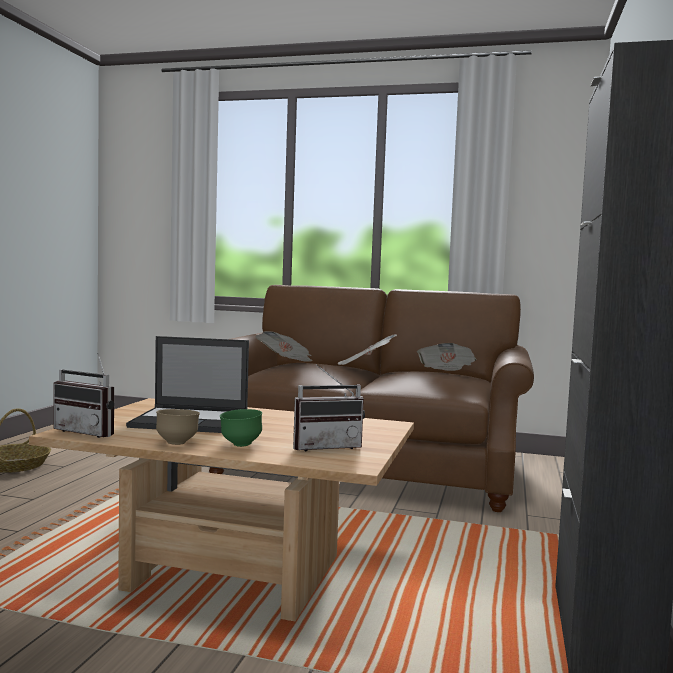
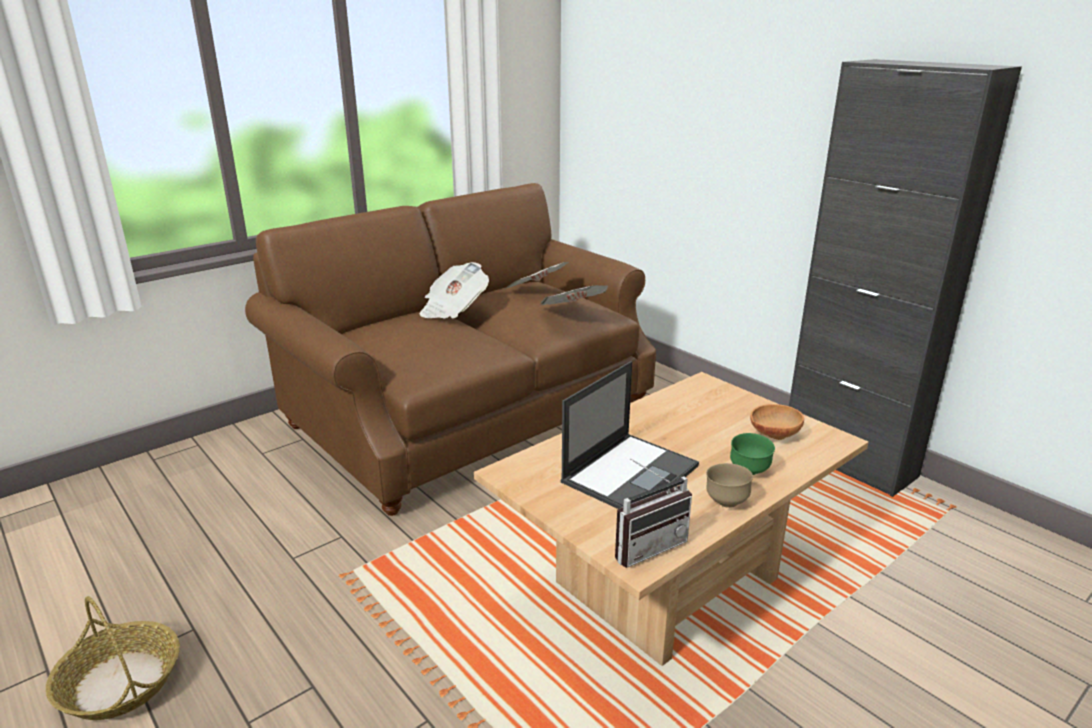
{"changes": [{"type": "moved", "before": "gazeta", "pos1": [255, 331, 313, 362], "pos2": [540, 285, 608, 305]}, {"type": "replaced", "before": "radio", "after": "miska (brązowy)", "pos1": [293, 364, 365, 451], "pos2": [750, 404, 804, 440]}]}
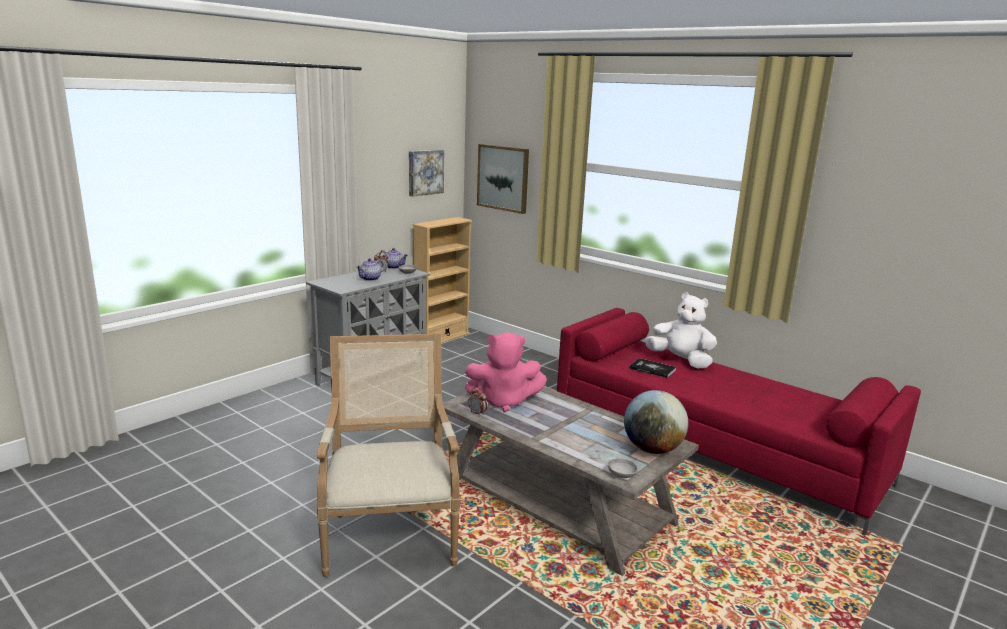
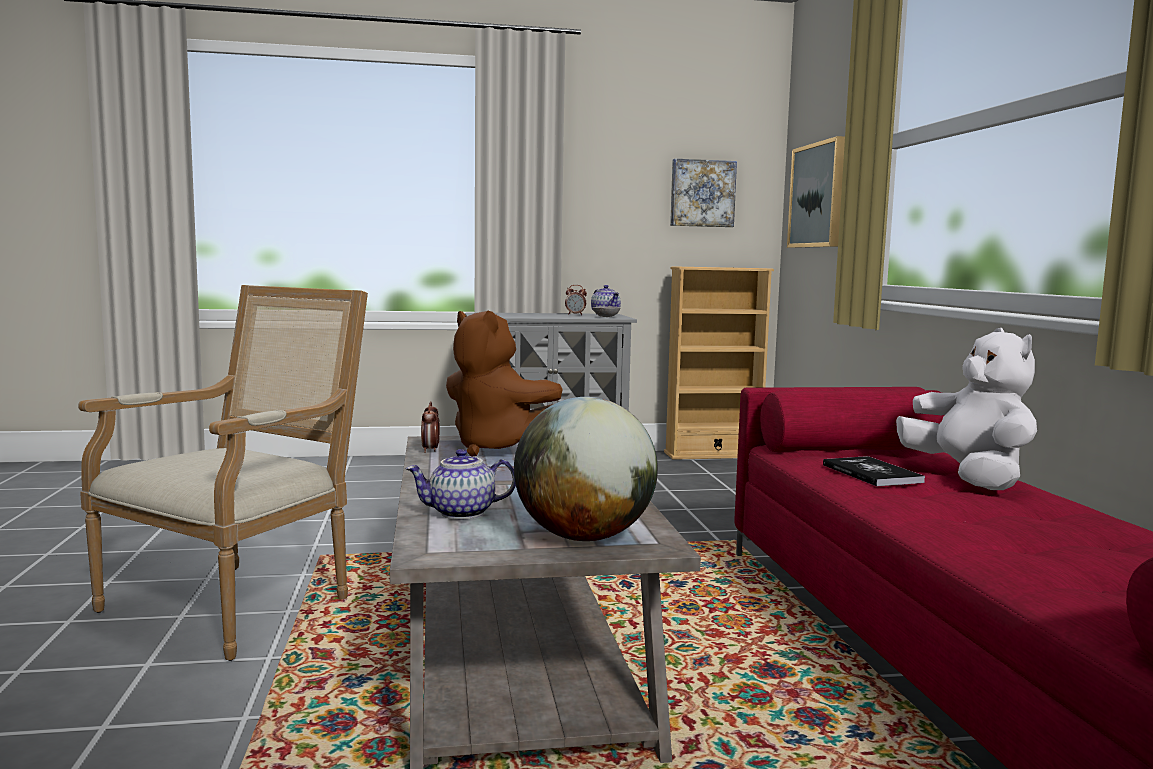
{"changes": [{"type": "moved", "before": "imbryk", "pos1": [356, 258, 384, 281], "pos2": [405, 449, 516, 520]}, {"type": "recoloured", "before": "pluszak (różowy)", "after": "pluszak (brązowy)", "pos1": [465, 332, 547, 412], "pos2": [446, 310, 563, 456]}, {"type": "removed", "before": "miska (szary)", "pos1": [608, 458, 638, 478]}]}
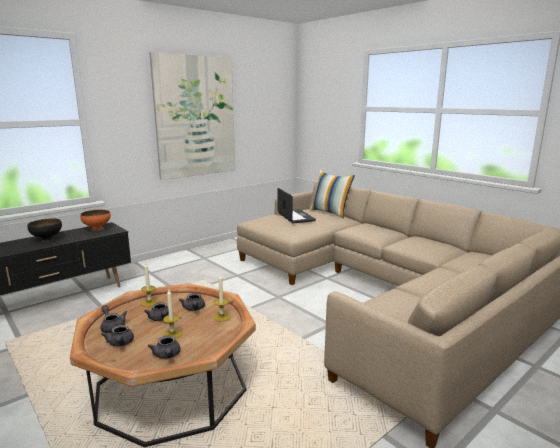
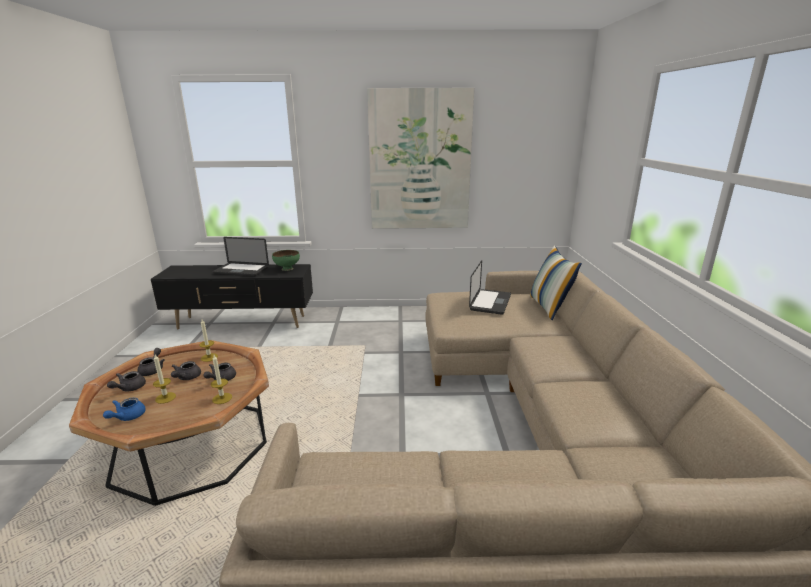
{"changes": [{"type": "recoloured", "before": "miska (pomarańczowy)", "after": "miska (zielony)", "pos1": [80, 210, 111, 231], "pos2": [272, 250, 300, 271]}, {"type": "replaced", "before": "miska (czarny)", "after": "laptop", "pos1": [27, 218, 62, 242], "pos2": [213, 237, 269, 276]}, {"type": "recoloured", "before": "imbryk (szary)", "after": "imbryk (niebieski)", "pos1": [148, 336, 180, 359], "pos2": [103, 398, 146, 421]}]}
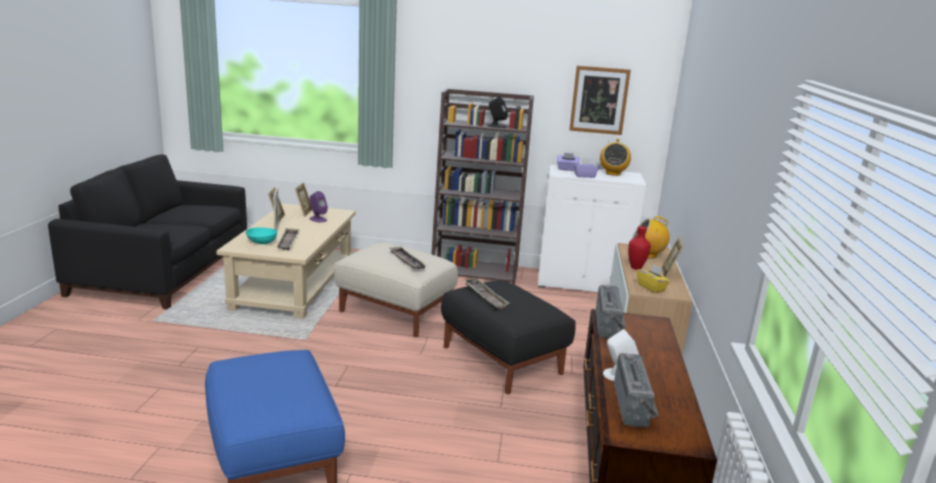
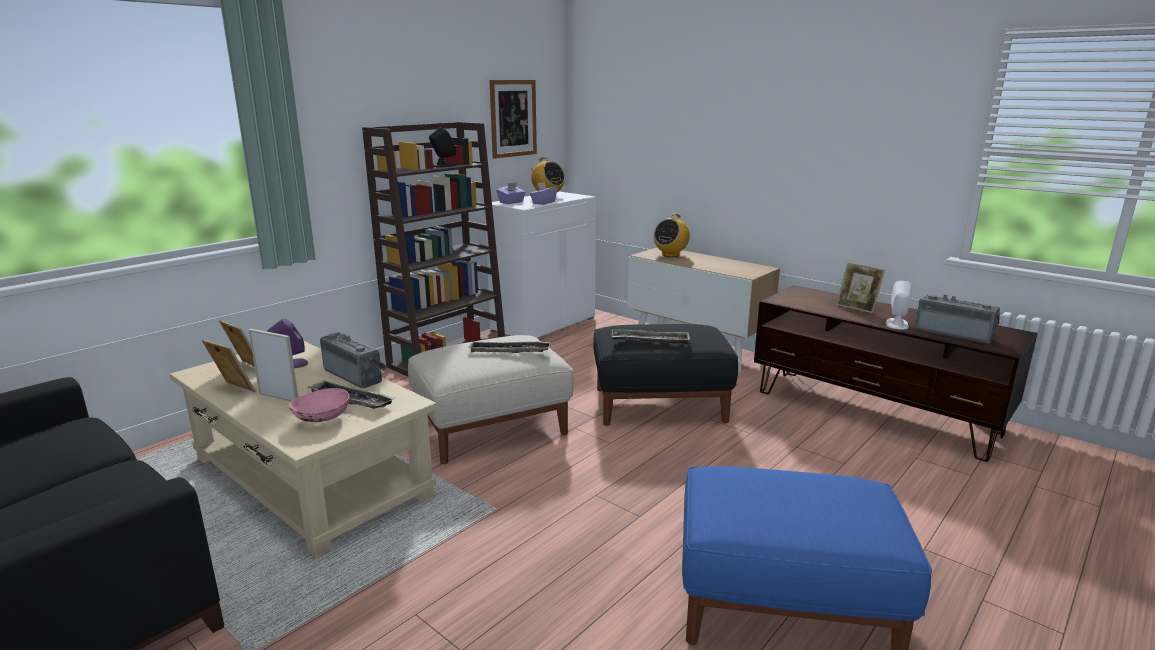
{"changes": [{"type": "removed", "before": "wazon (czerwony)", "pos1": [628, 226, 651, 270]}, {"type": "recoloured", "before": "miska (turkusowy)", "after": "miska (różowy)", "pos1": [245, 228, 277, 244], "pos2": [289, 388, 349, 422]}, {"type": "moved", "before": "ramka na zdjęcie", "pos1": [661, 236, 684, 278], "pos2": [836, 262, 885, 313]}, {"type": "removed", "before": "pudełko chusteczek (żółty)", "pos1": [637, 264, 670, 293]}, {"type": "moved", "before": "radio", "pos1": [596, 285, 626, 338], "pos2": [320, 333, 387, 388]}]}
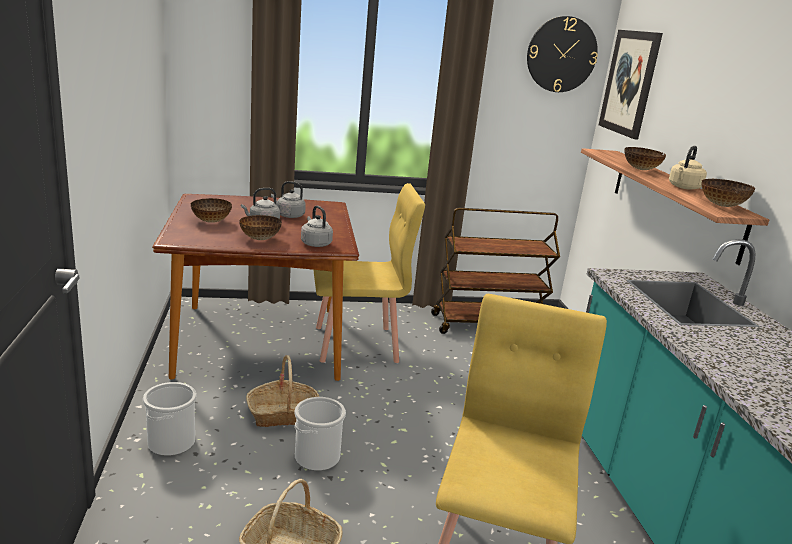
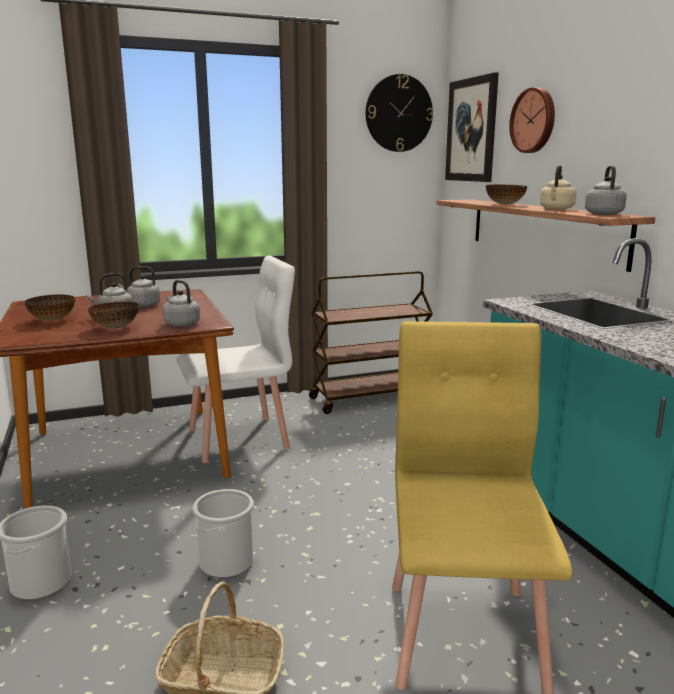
{"changes": [{"type": "replaced", "before": "miska", "after": "czajnik (szary)", "pos1": [701, 179, 755, 207], "pos2": [585, 165, 627, 215]}, {"type": "recoloured", "before": "krzesło (żółty)", "after": "krzesło (biały)", "pos1": [314, 183, 425, 363], "pos2": [176, 256, 295, 463]}, {"type": "removed", "before": "koszyk", "pos1": [246, 355, 319, 427]}, {"type": "added", "after": "zegar ścienny", "pos2": [509, 87, 555, 153]}]}
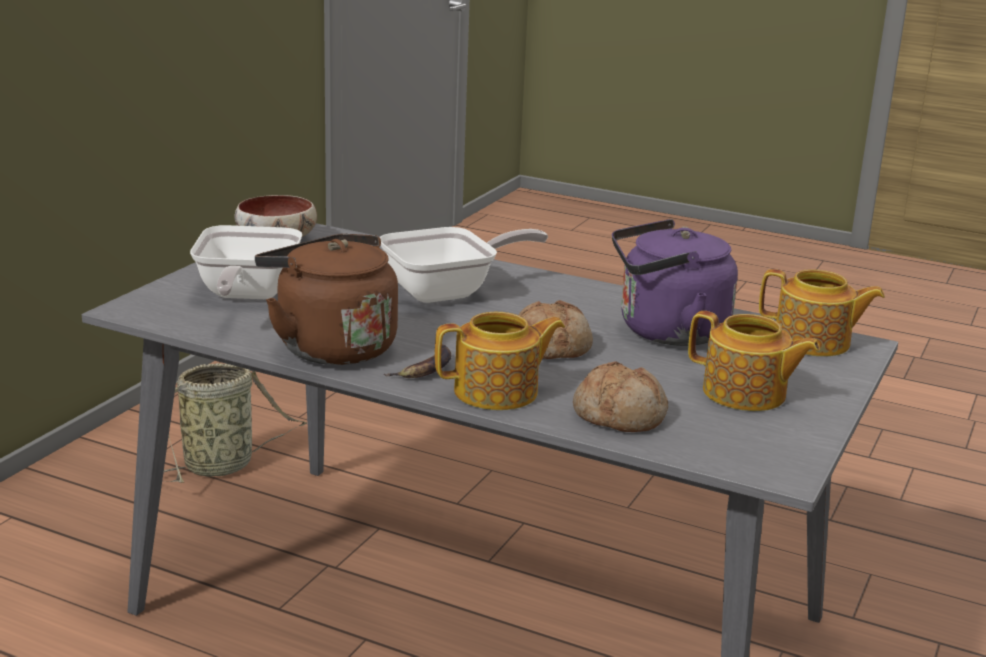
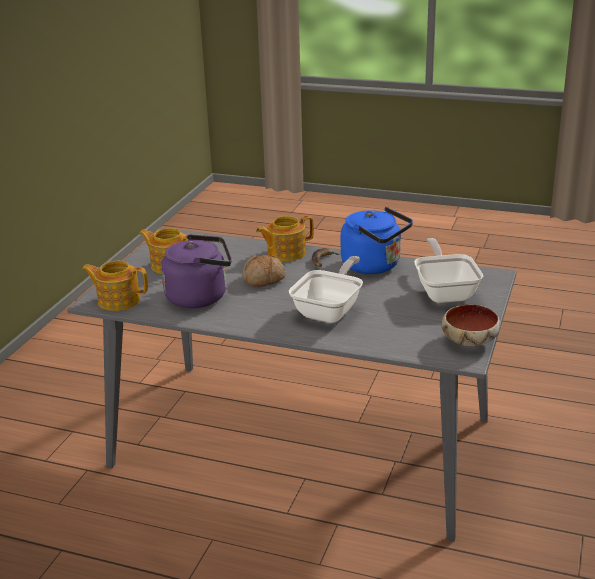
{"changes": [{"type": "turned", "before": "patelnia", "pos1": [380, 227, 548, 303], "pos2": [289, 256, 363, 323], "turn": 150}, {"type": "recoloured", "before": "czajnik (brązowy)", "after": "czajnik (niebieski)", "pos1": [255, 234, 398, 365], "pos2": [341, 207, 413, 274]}, {"type": "removed", "before": "chleb", "pos1": [573, 362, 668, 432]}, {"type": "removed", "before": "koszyk", "pos1": [162, 363, 307, 483]}]}
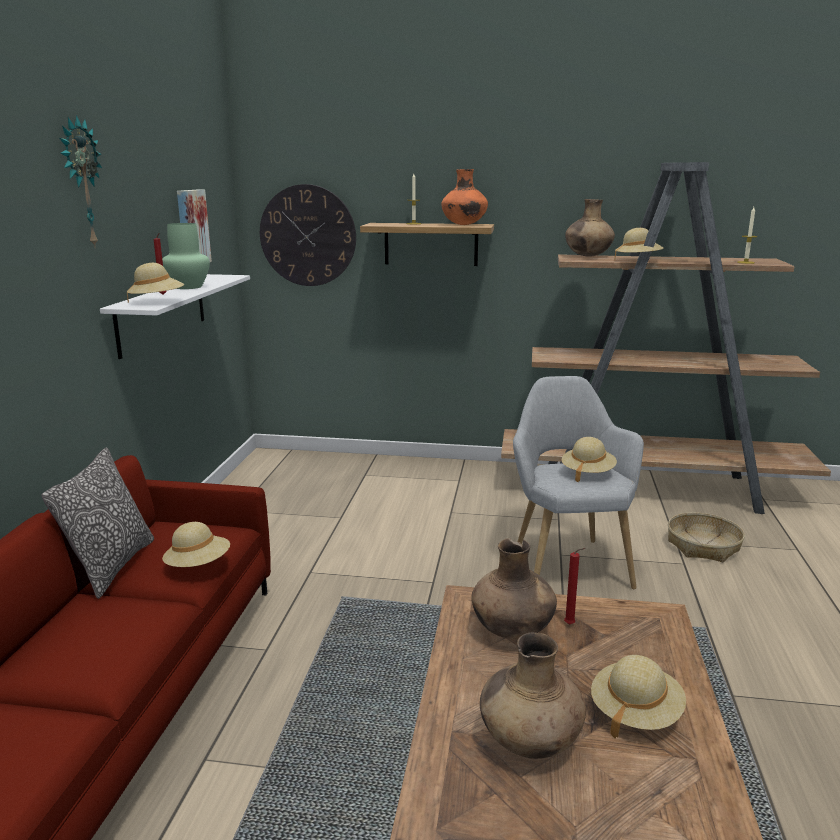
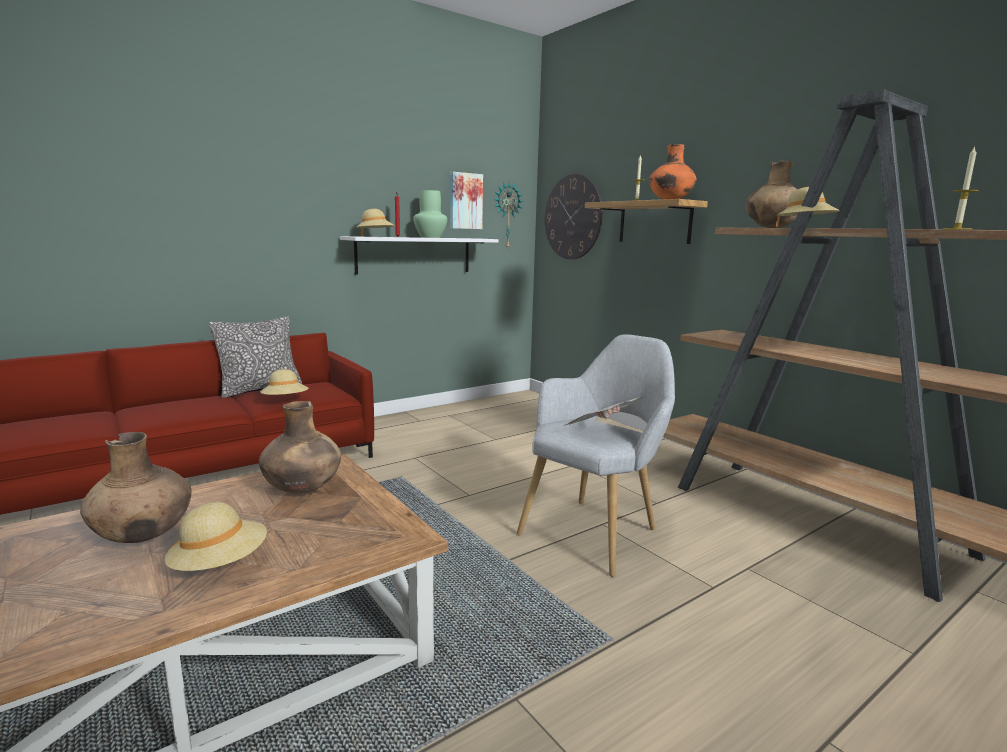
{"changes": [{"type": "moved", "before": "zegar ścienny", "pos1": [60, 115, 102, 247], "pos2": [494, 181, 524, 250]}, {"type": "replaced", "before": "kapelusz (beżowy)", "after": "gazeta", "pos1": [562, 437, 617, 482], "pos2": [566, 397, 644, 425]}, {"type": "removed", "before": "koszyk", "pos1": [668, 512, 745, 562]}, {"type": "removed", "before": "świeca (czerwony)", "pos1": [564, 548, 585, 625]}]}
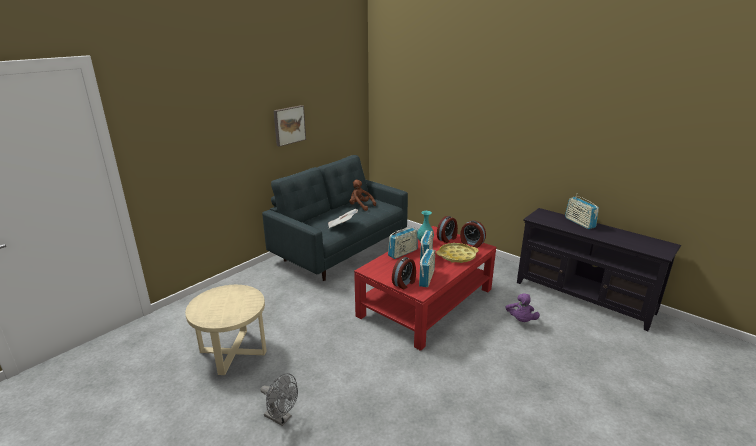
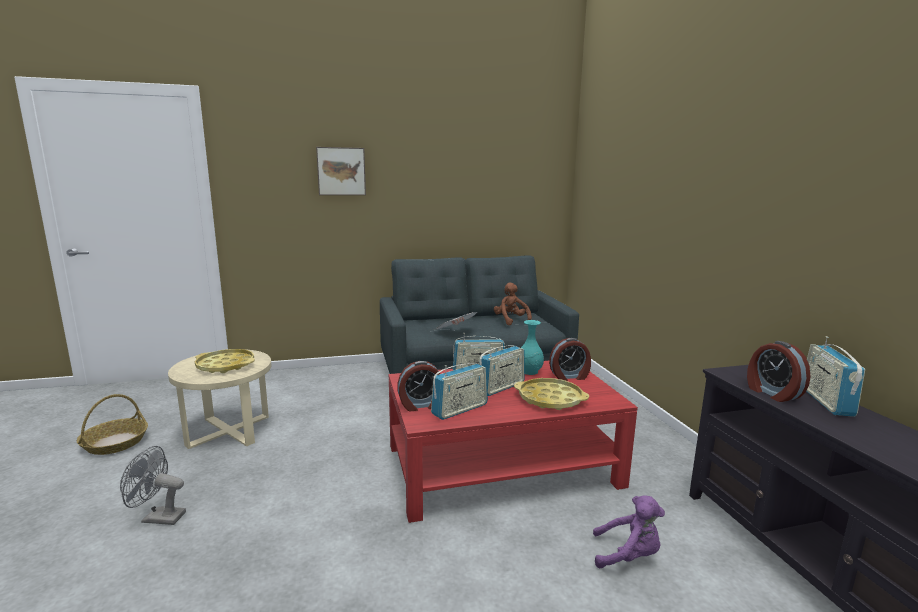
{"changes": [{"type": "moved", "before": "obraz", "pos1": [273, 105, 306, 147], "pos2": [316, 147, 366, 195]}, {"type": "moved", "before": "budzik", "pos1": [460, 220, 486, 248], "pos2": [747, 341, 811, 402]}, {"type": "turned", "before": "pluszak (fioletowy)", "pos1": [505, 293, 540, 322], "pos2": [593, 495, 665, 568], "turn": -120}, {"type": "turned", "before": "wentylator (szary)", "pos1": [260, 373, 298, 426], "pos2": [120, 446, 186, 525], "turn": 120}, {"type": "added", "after": "taca (żółty)", "pos2": [195, 349, 255, 373]}, {"type": "added", "after": "koszyk", "pos2": [77, 394, 148, 455]}]}
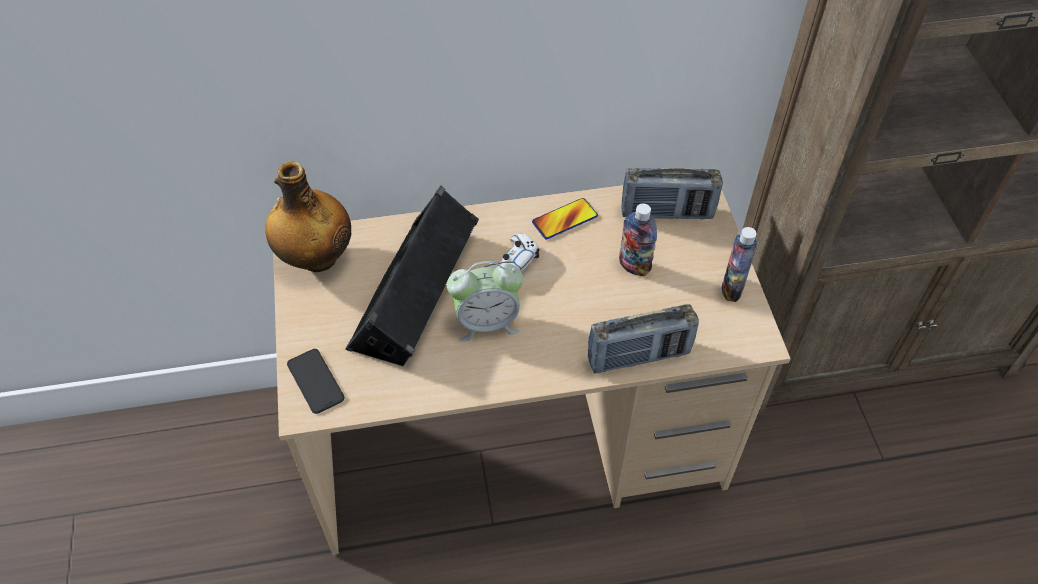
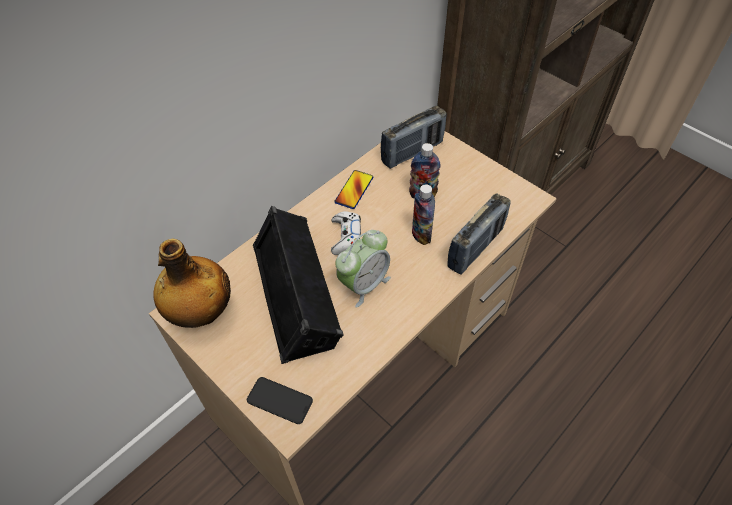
{"changes": [{"type": "moved", "before": "butelka", "pos1": [722, 227, 757, 302], "pos2": [412, 184, 435, 245]}]}
